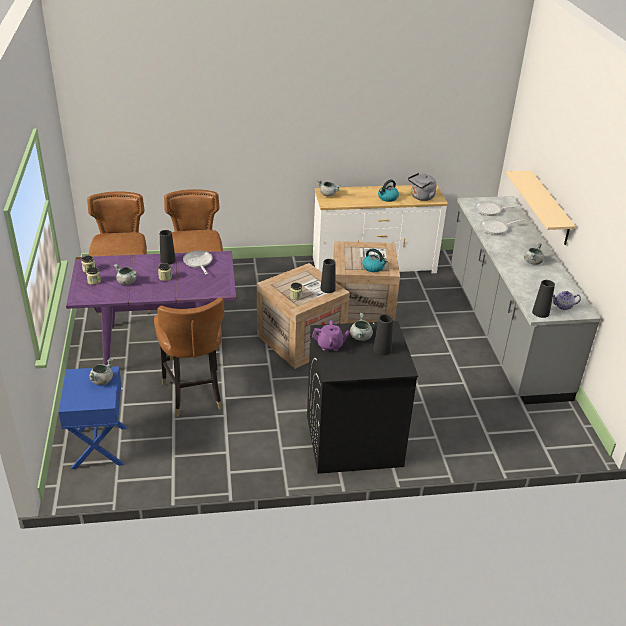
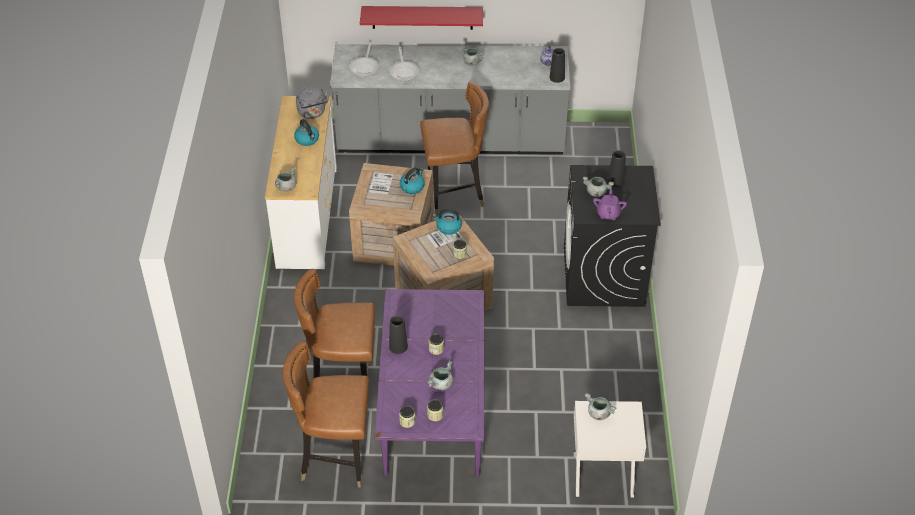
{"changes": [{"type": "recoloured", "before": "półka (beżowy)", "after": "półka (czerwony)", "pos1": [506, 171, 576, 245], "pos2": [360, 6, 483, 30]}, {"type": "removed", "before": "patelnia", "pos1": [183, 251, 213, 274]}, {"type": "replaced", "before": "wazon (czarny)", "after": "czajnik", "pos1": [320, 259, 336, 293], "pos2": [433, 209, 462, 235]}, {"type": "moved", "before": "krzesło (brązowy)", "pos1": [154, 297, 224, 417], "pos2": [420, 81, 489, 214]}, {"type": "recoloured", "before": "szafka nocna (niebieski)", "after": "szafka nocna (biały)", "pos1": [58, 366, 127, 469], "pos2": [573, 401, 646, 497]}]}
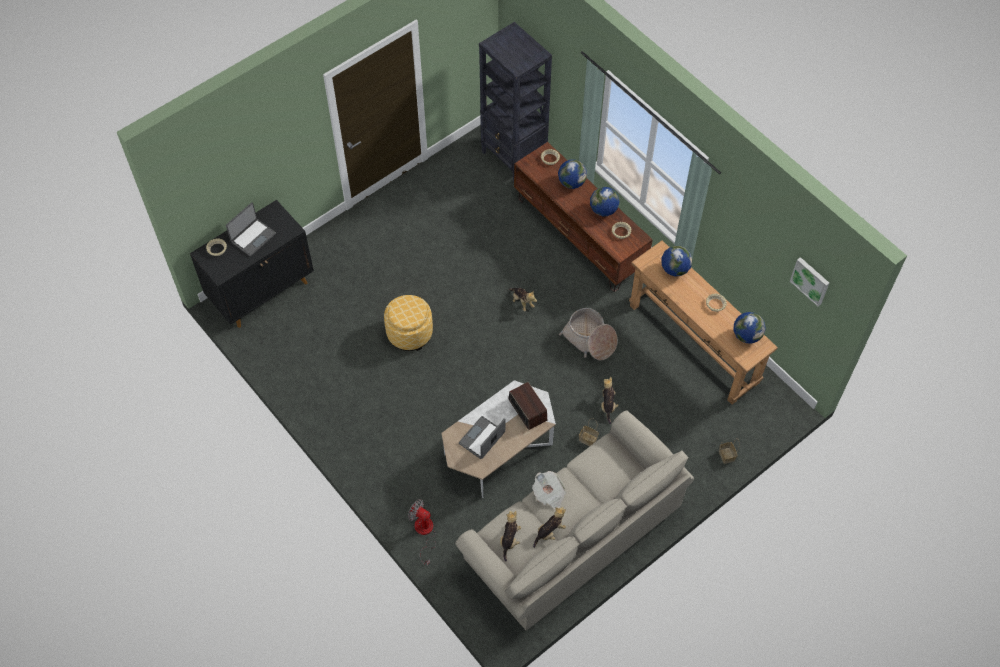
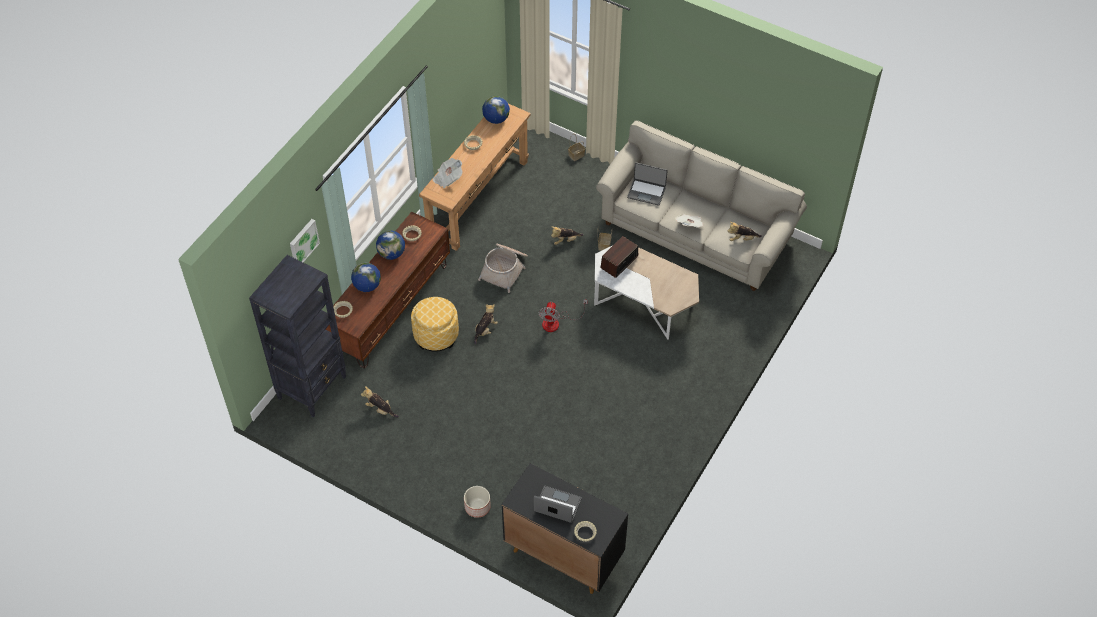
{"changes": [{"type": "replaced", "before": "globus", "after": "gazeta", "pos1": [661, 246, 692, 276], "pos2": [433, 158, 463, 188]}, {"type": "moved", "before": "obraz", "pos1": [790, 257, 829, 306], "pos2": [290, 219, 320, 262]}, {"type": "moved", "before": "pufa", "pos1": [384, 295, 433, 351], "pos2": [411, 297, 459, 351]}, {"type": "moved", "before": "laptop", "pos1": [459, 416, 505, 459], "pos2": [627, 162, 668, 206]}, {"type": "moved", "before": "wentylator", "pos1": [408, 499, 436, 565], "pos2": [539, 299, 588, 332]}, {"type": "moved", "before": "pluszak", "pos1": [533, 507, 566, 548], "pos2": [361, 386, 399, 418]}, {"type": "added", "after": "donica", "pos2": [464, 486, 491, 518]}]}
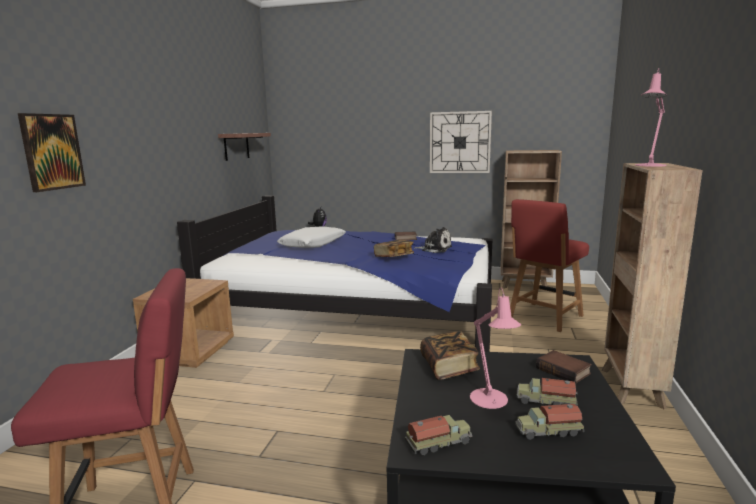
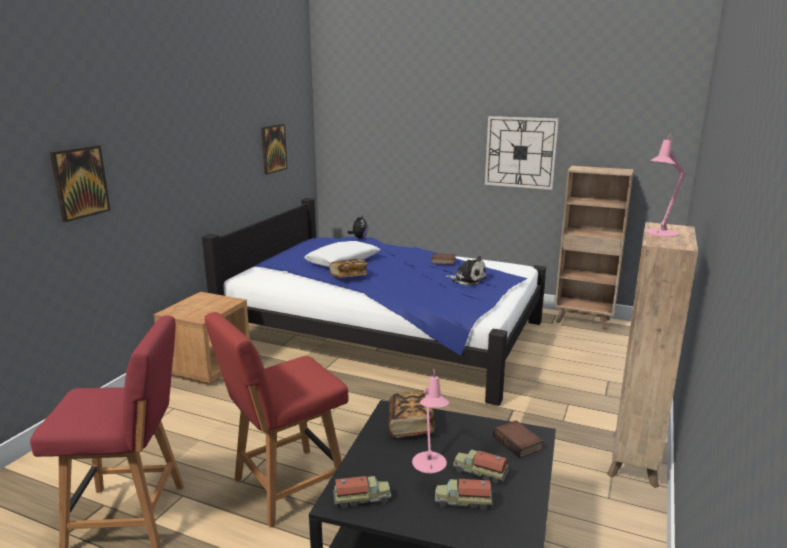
{"changes": [{"type": "replaced", "before": "półka", "after": "obraz", "pos1": [218, 133, 271, 161], "pos2": [261, 124, 287, 175]}, {"type": "moved", "before": "krzesło (czerwony)", "pos1": [510, 199, 589, 332], "pos2": [205, 312, 349, 528]}, {"type": "moved", "before": "książka", "pos1": [374, 240, 414, 257], "pos2": [329, 259, 368, 278]}]}
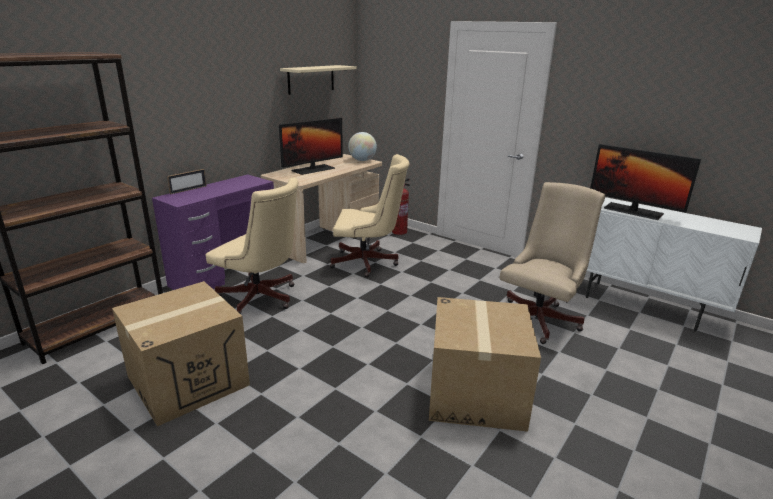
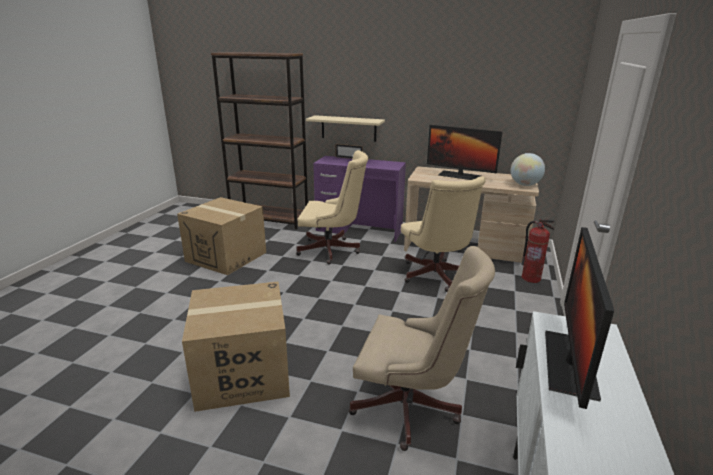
{"changes": [{"type": "moved", "before": "półka (beżowy)", "pos1": [280, 65, 357, 95], "pos2": [306, 115, 385, 142]}, {"type": "turned", "before": "krzesło biurowe (beżowy)", "pos1": [205, 178, 299, 314], "pos2": [296, 150, 368, 264], "turn": -90}]}
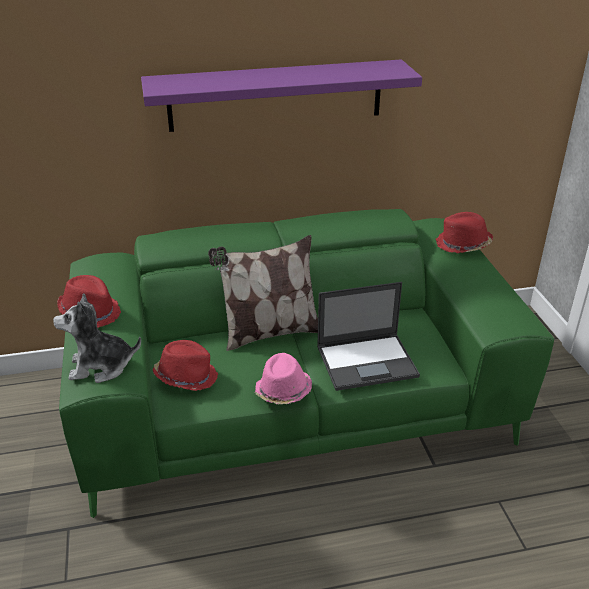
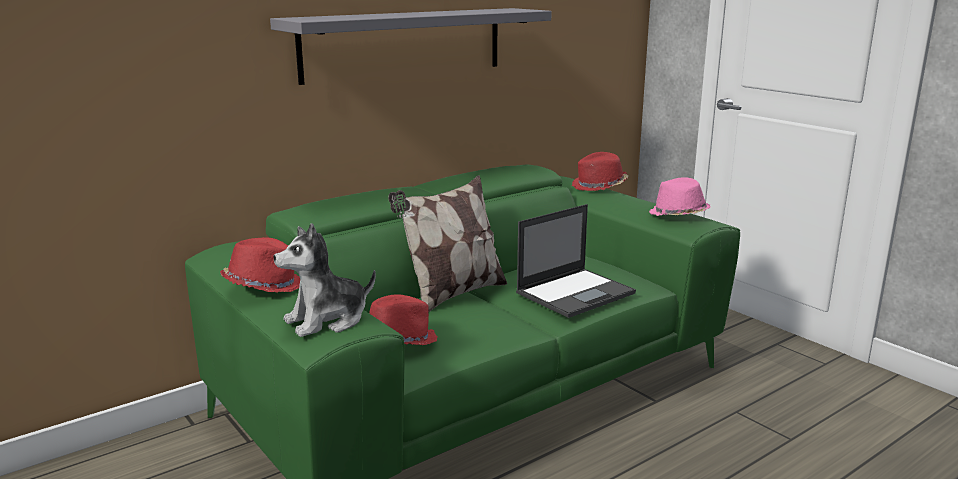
{"changes": [{"type": "recoloured", "before": "półka (fioletowy)", "after": "półka (szary)", "pos1": [141, 59, 422, 132], "pos2": [270, 8, 552, 85]}, {"type": "moved", "before": "kapelusz (różowy)", "pos1": [255, 353, 312, 404], "pos2": [649, 177, 711, 216]}]}
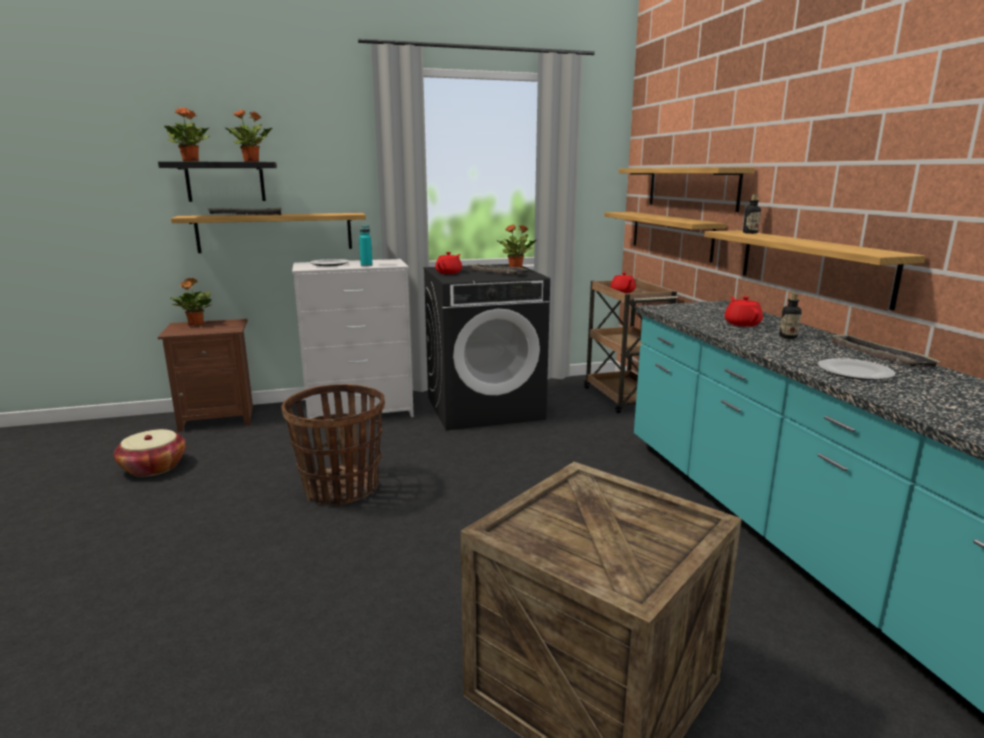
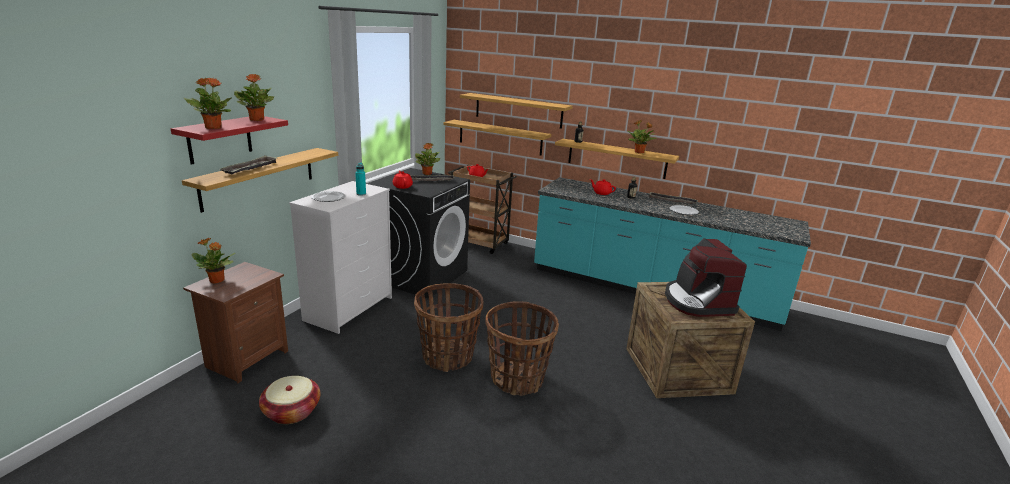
{"changes": [{"type": "recoloured", "before": "półka (czarny)", "after": "półka (czerwony)", "pos1": [158, 161, 277, 202], "pos2": [171, 116, 288, 165]}, {"type": "added", "after": "roślina doniczkowa", "pos2": [628, 120, 657, 154]}, {"type": "added", "after": "ekspres do kawy", "pos2": [665, 238, 747, 317]}, {"type": "added", "after": "koszyk", "pos2": [485, 301, 559, 396]}]}
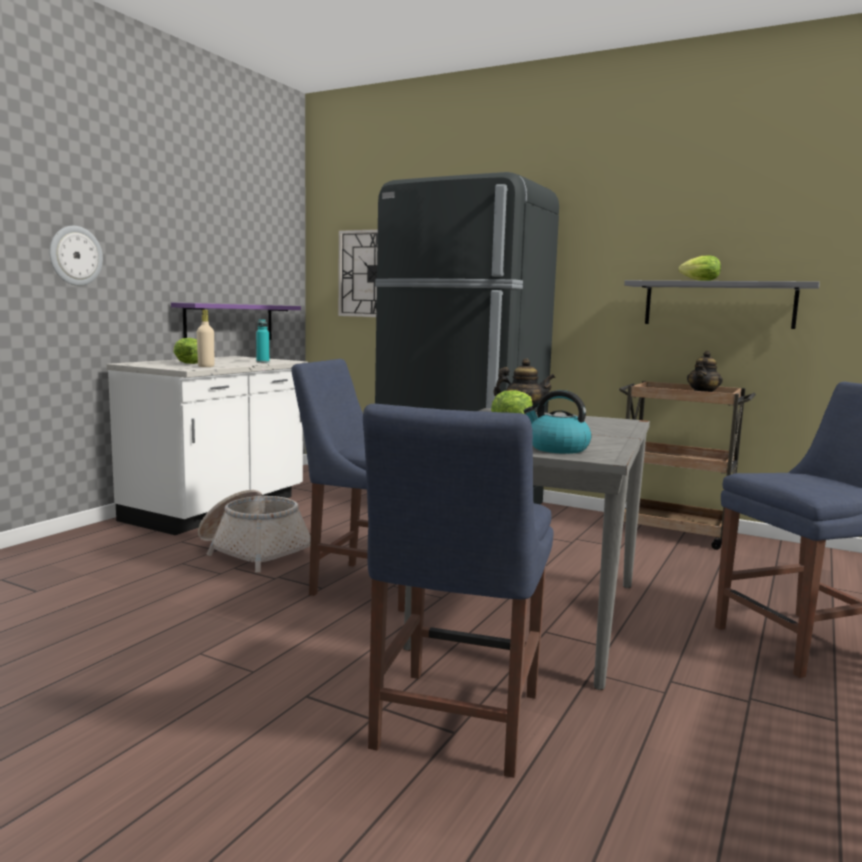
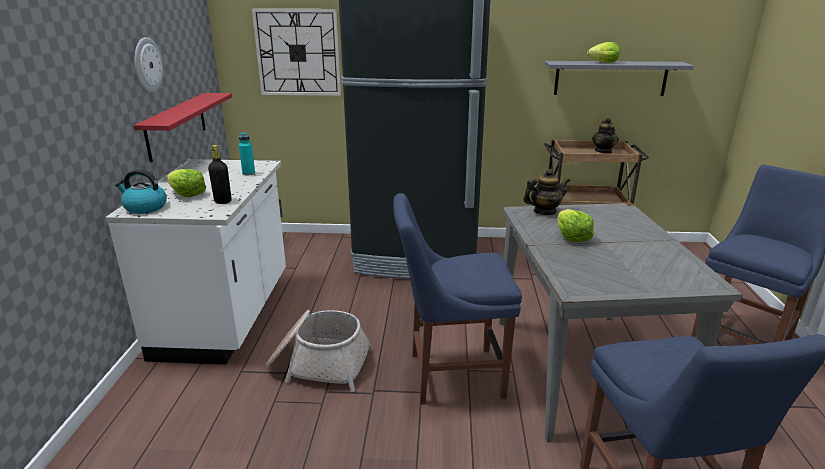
{"changes": [{"type": "moved", "before": "zegar ścienny", "pos1": [50, 226, 103, 286], "pos2": [135, 37, 163, 92]}, {"type": "recoloured", "before": "półka (fioletowy)", "after": "półka (czerwony)", "pos1": [171, 303, 301, 340], "pos2": [133, 93, 232, 163]}, {"type": "recoloured", "before": "butelka (beżowy)", "after": "butelka (czarny)", "pos1": [197, 310, 214, 367], "pos2": [208, 145, 232, 204]}, {"type": "moved", "before": "czajnik", "pos1": [524, 390, 591, 454], "pos2": [115, 169, 167, 214]}]}
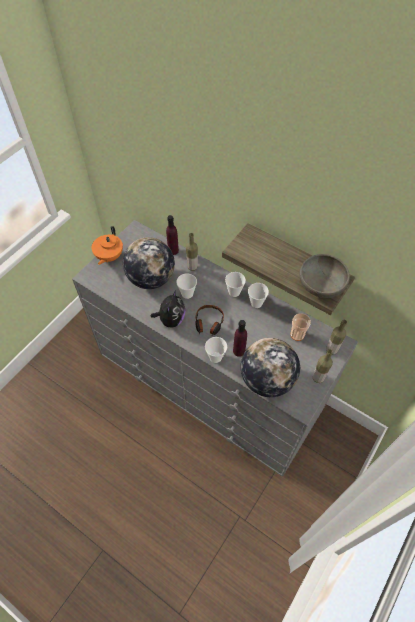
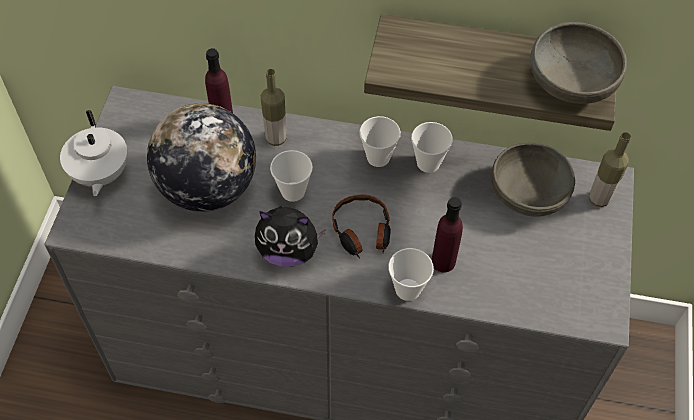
{"changes": [{"type": "recoloured", "before": "imbryk (pomarańczowy)", "after": "imbryk (biały)", "pos1": [92, 226, 123, 265], "pos2": [60, 110, 128, 196]}, {"type": "turned", "before": "pluszak", "pos1": [151, 290, 186, 327], "pos2": [255, 206, 326, 267], "turn": 105}, {"type": "replaced", "before": "filiżanka", "after": "miska (szary)", "pos1": [290, 313, 311, 341], "pos2": [491, 142, 575, 216]}, {"type": "removed", "before": "globus", "pos1": [241, 338, 300, 397]}, {"type": "removed", "before": "butelka", "pos1": [313, 349, 333, 383]}]}
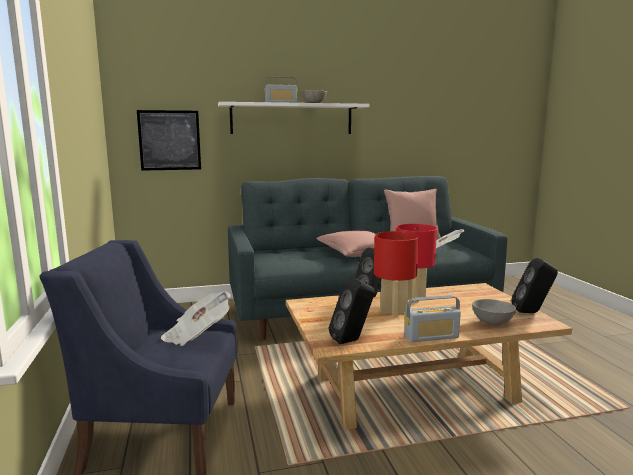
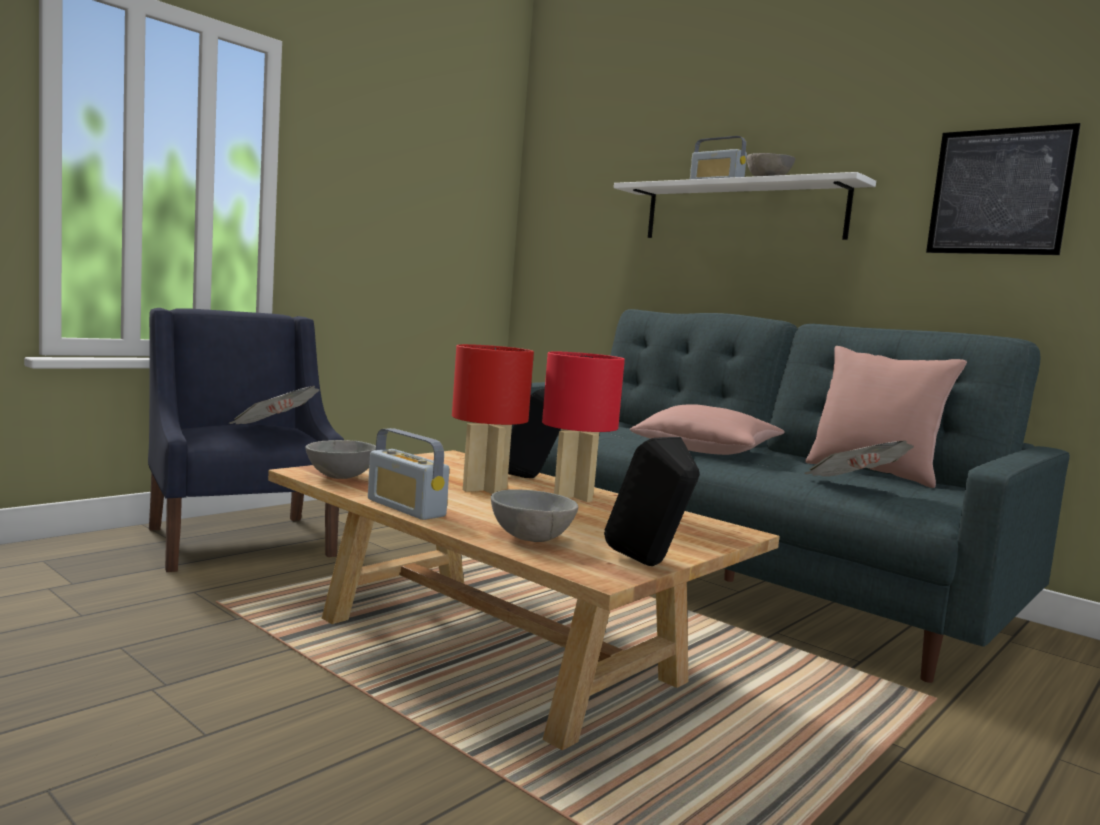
{"changes": [{"type": "moved", "before": "obraz", "pos1": [137, 110, 201, 171], "pos2": [926, 123, 1081, 255]}, {"type": "replaced", "before": "głośnik (czarny)", "after": "miska (szary)", "pos1": [329, 278, 375, 344], "pos2": [305, 440, 376, 479]}]}
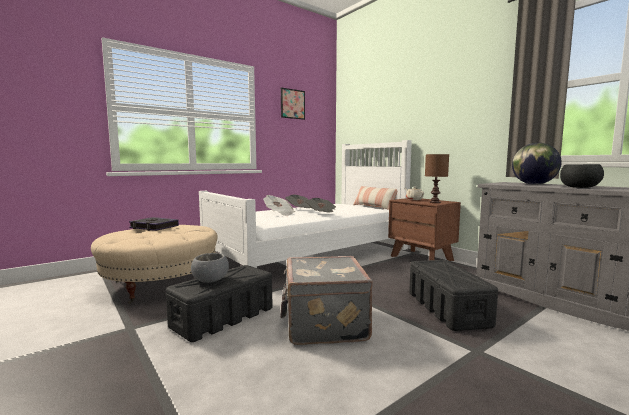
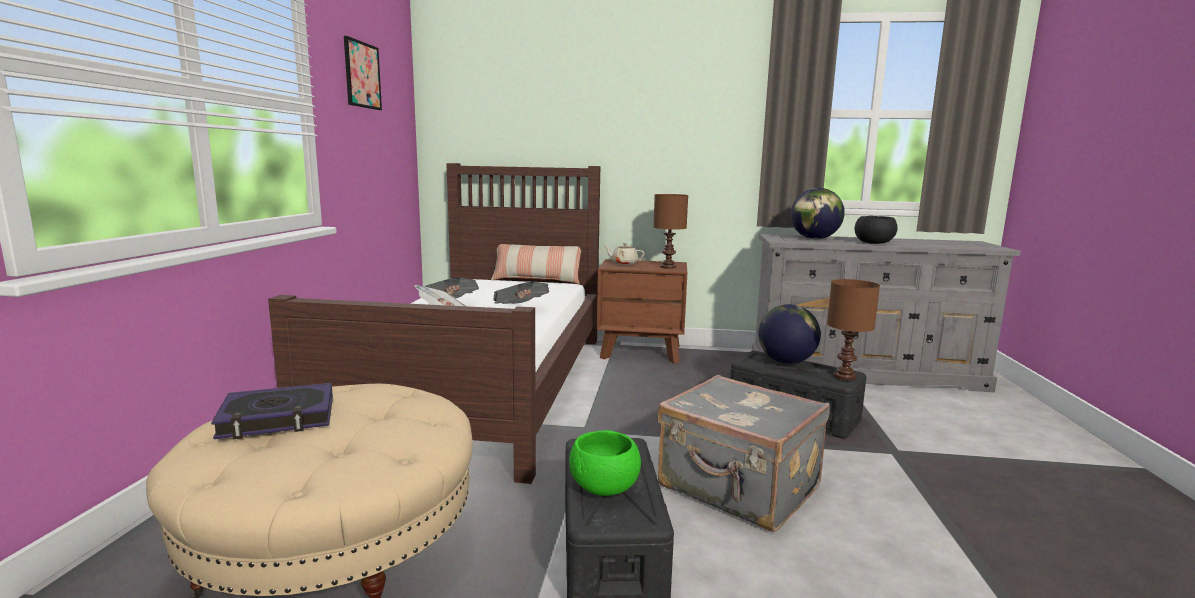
{"changes": [{"type": "recoloured", "before": "łóżko (biały)", "after": "łóżko (brązowy)", "pos1": [199, 140, 412, 268], "pos2": [268, 163, 600, 484]}, {"type": "recoloured", "before": "miska (szary)", "after": "miska (zielony)", "pos1": [191, 253, 229, 283], "pos2": [569, 430, 641, 496]}, {"type": "added", "after": "lampa stołowa (brązowy)", "pos2": [827, 279, 880, 380]}, {"type": "added", "after": "globus", "pos2": [758, 304, 821, 364]}]}
